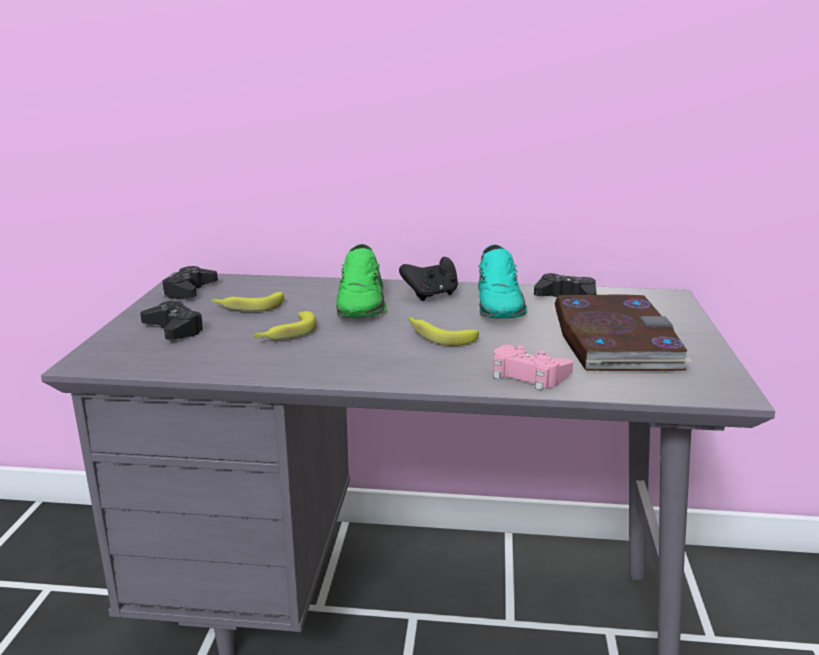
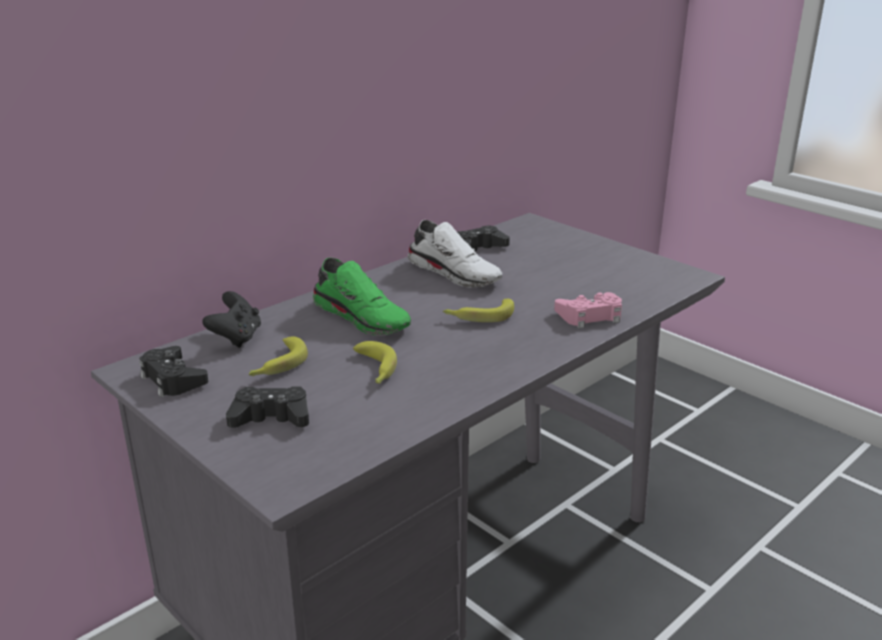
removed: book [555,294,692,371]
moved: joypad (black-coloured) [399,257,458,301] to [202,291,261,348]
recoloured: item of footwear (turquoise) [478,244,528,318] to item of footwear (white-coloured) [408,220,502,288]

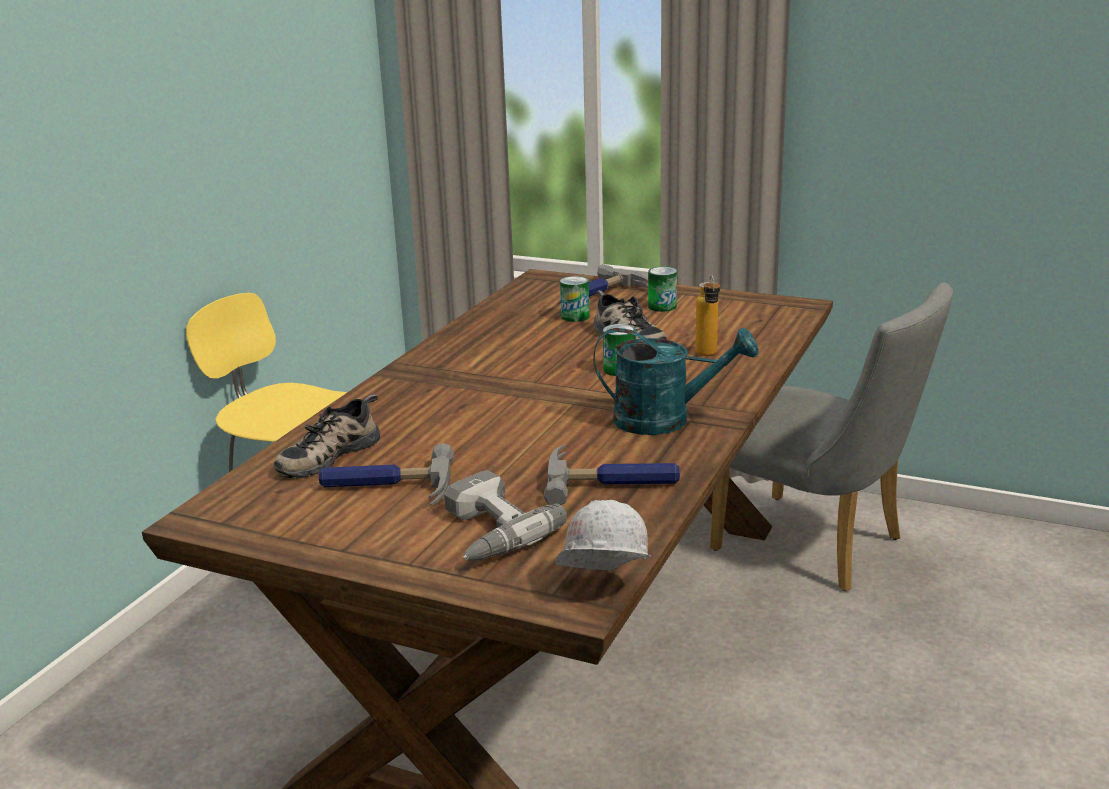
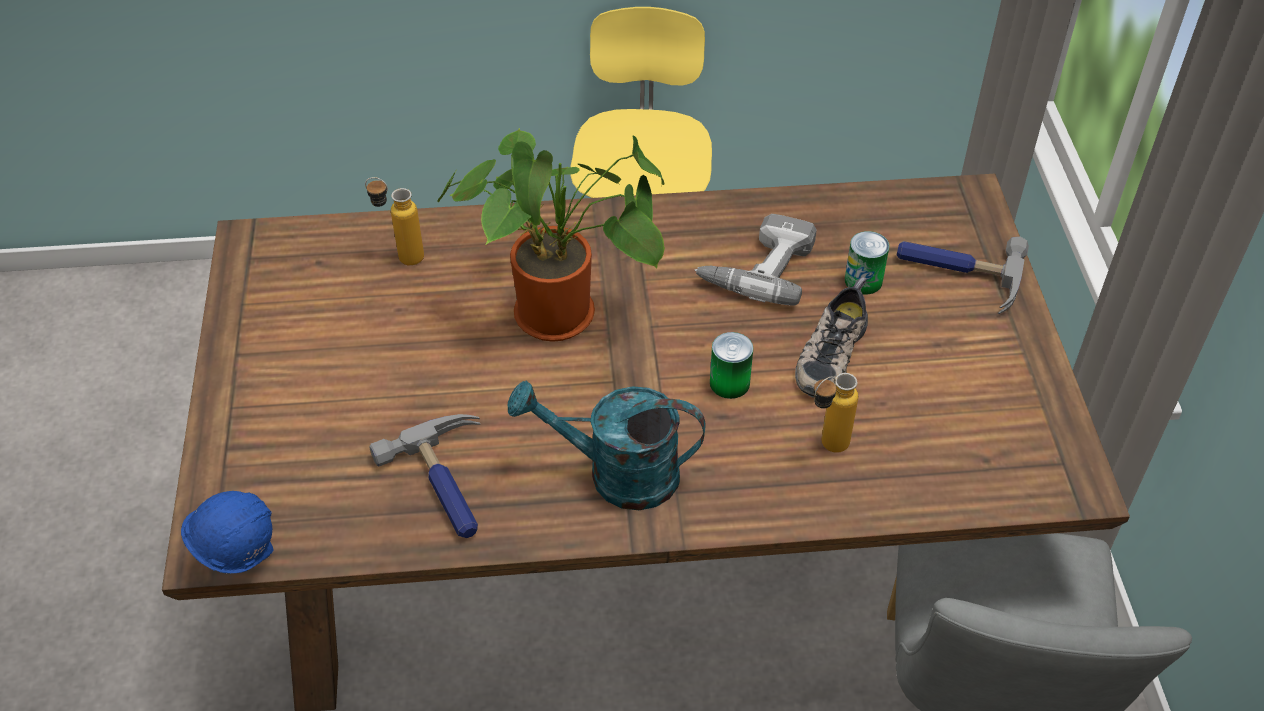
removed: sealed can [648,267,677,312]; hammer [319,443,454,505]
added: potted plant [437,128,665,342]
moved: electric drill [444,470,567,561] to [695,214,817,306]
replaced: item of footwear [274,394,380,479] to beverage bottle [365,177,424,266]
recoloured: hard hat (white-coloured) [555,500,651,571] to hard hat (blue-coloured) [181,491,274,573]
turned: sprinkling can (turquoise) [593,328,758,435] = [508,380,705,510] 120 degrees clockwise

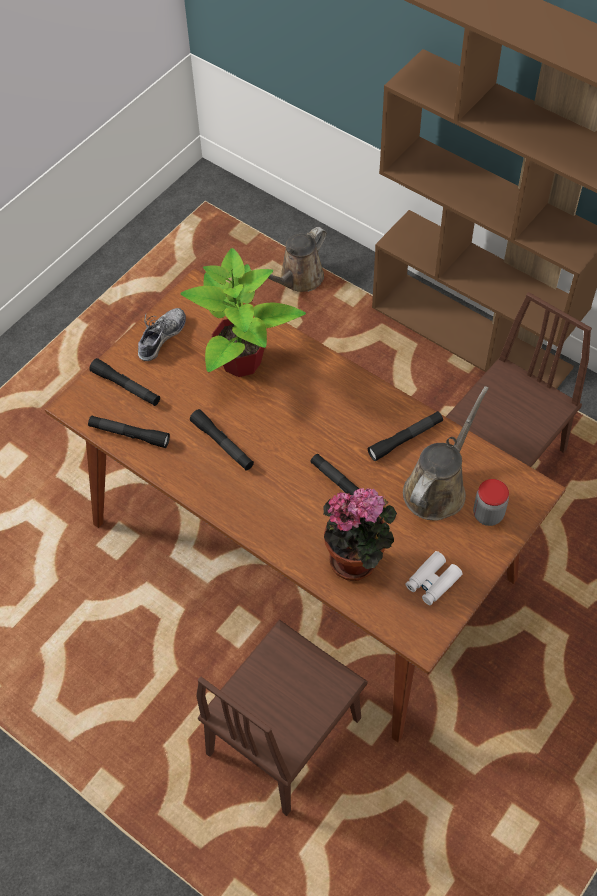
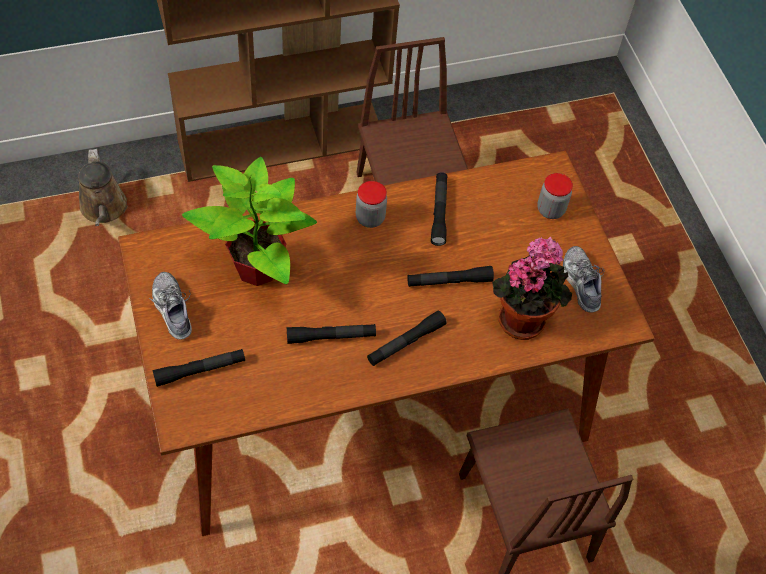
removed: sprinkling can (brown) [403,386,489,521]
added: preserve jar [356,181,387,228]
moved: flashlight (black-coloured) [88,415,170,448] to [367,311,447,366]
replaced: pair of binoculars (white-coloured) [406,551,463,605] to item of footwear [563,246,604,313]

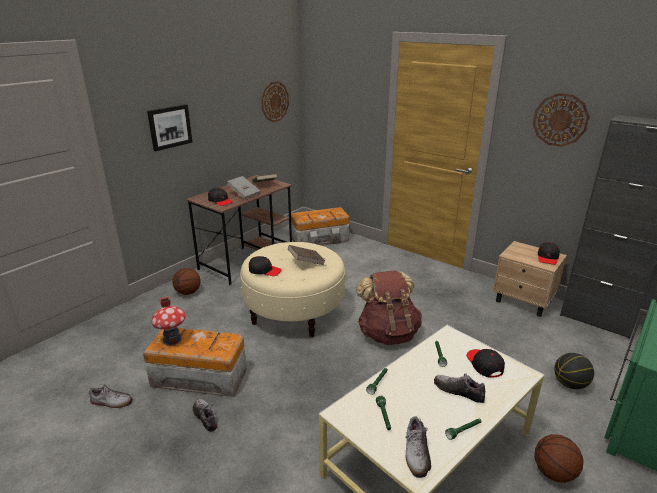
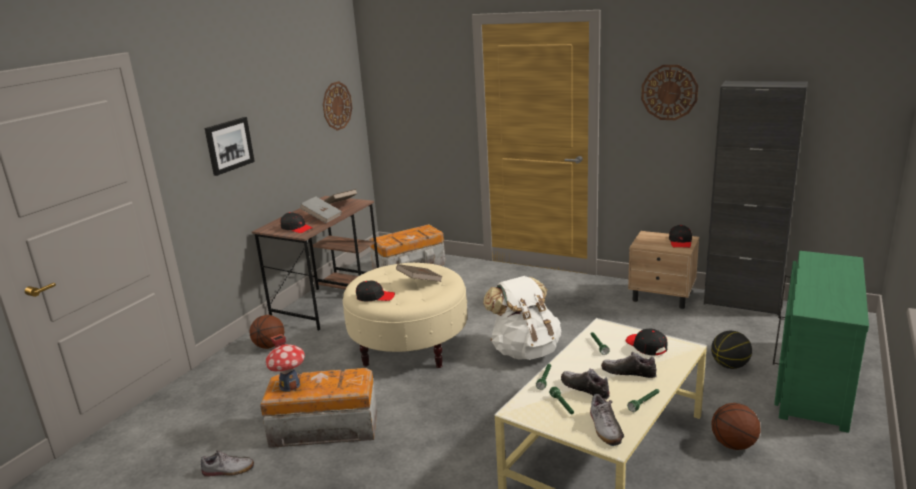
moved: item of footwear [193,399,219,432] to [561,368,610,400]
recoloured: rucksack (brown) [356,271,422,345] to rucksack (white-coloured) [483,276,561,360]

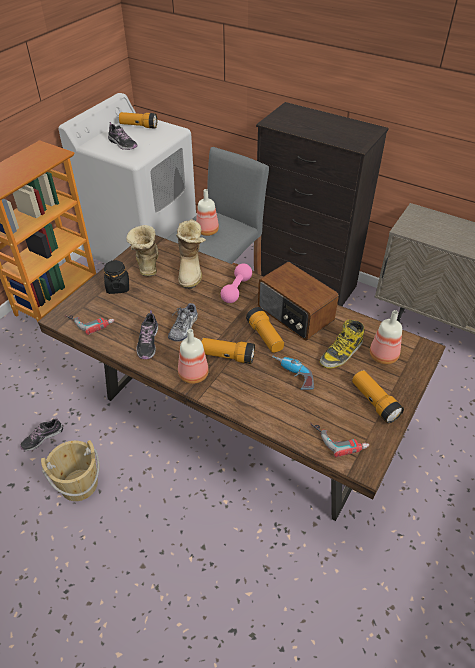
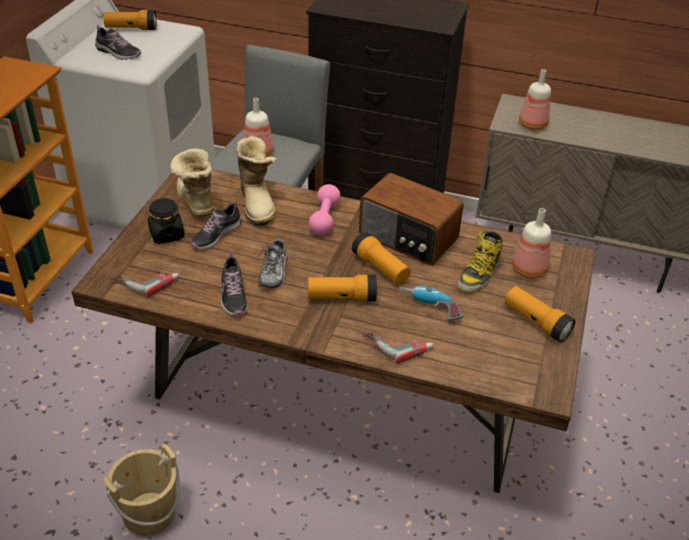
moved: beverage bottle [178,329,209,384] to [519,69,551,131]; item of footwear [20,417,63,451] to [191,201,242,249]; electric drill [311,423,369,457] to [361,332,434,364]

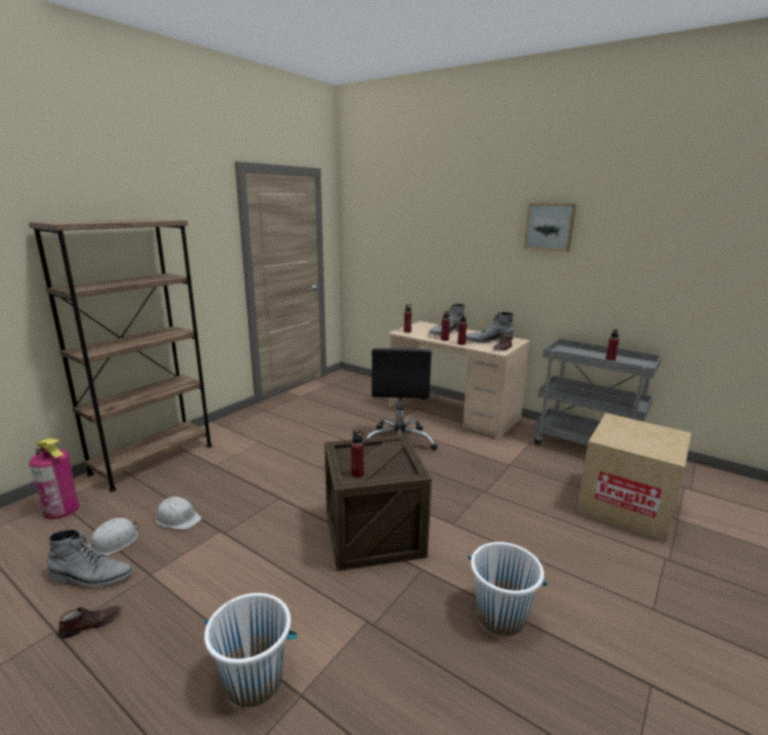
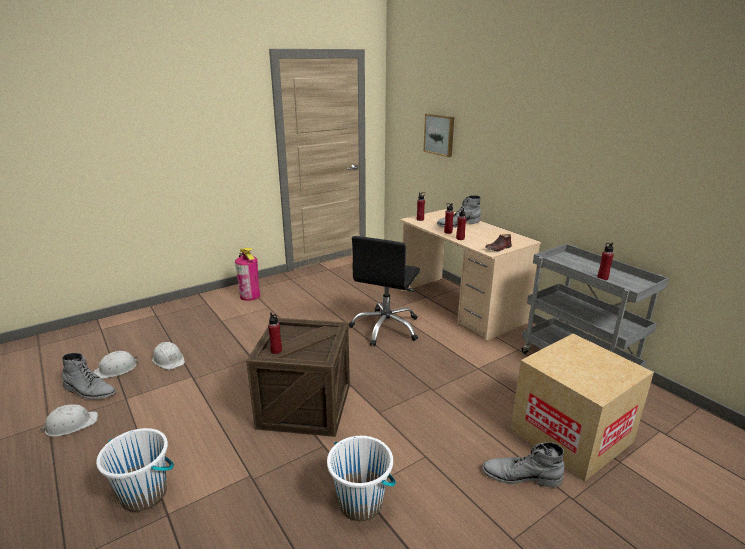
removed: bookcase (brown) [29,219,212,492]
moved: picture [524,203,576,252] to [423,114,454,157]; high-top boot (gray) [466,312,514,343] to [482,442,564,487]; fire extinguisher [29,439,79,519] to [235,248,260,301]
replaced: item of footwear (brown) [59,605,121,638] to hard hat (white-coloured) [40,404,98,437]

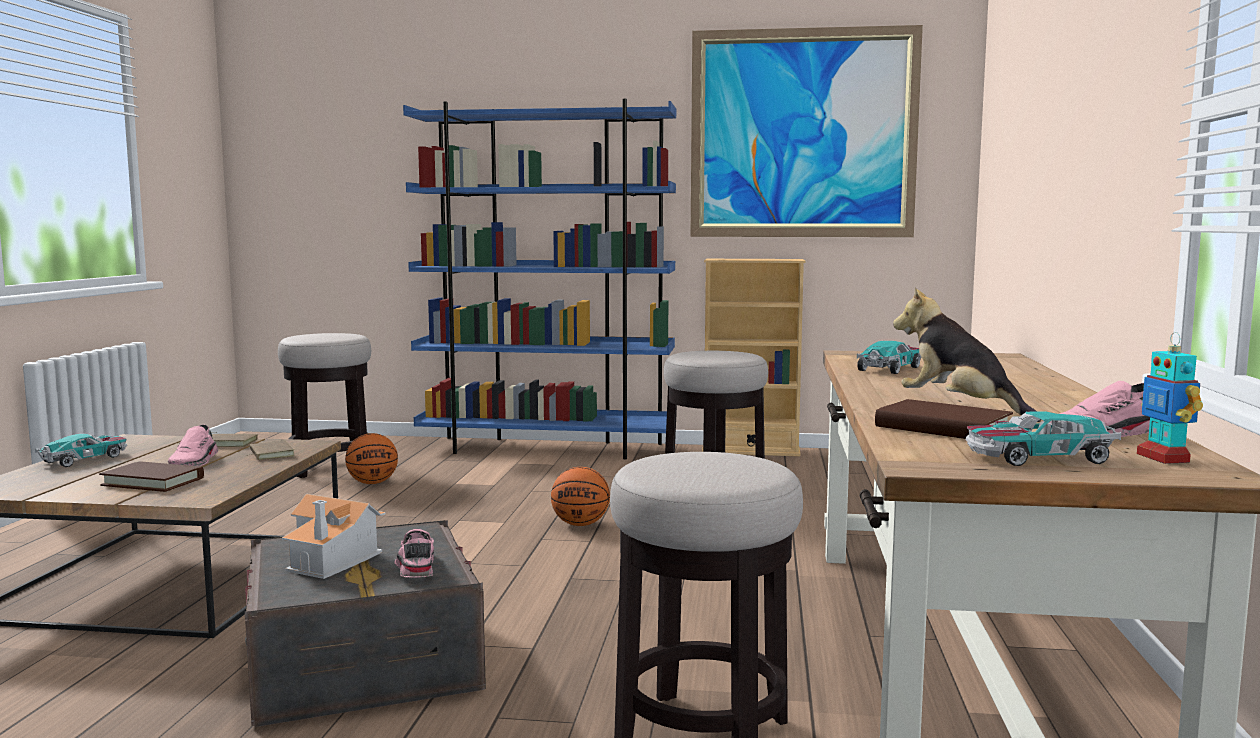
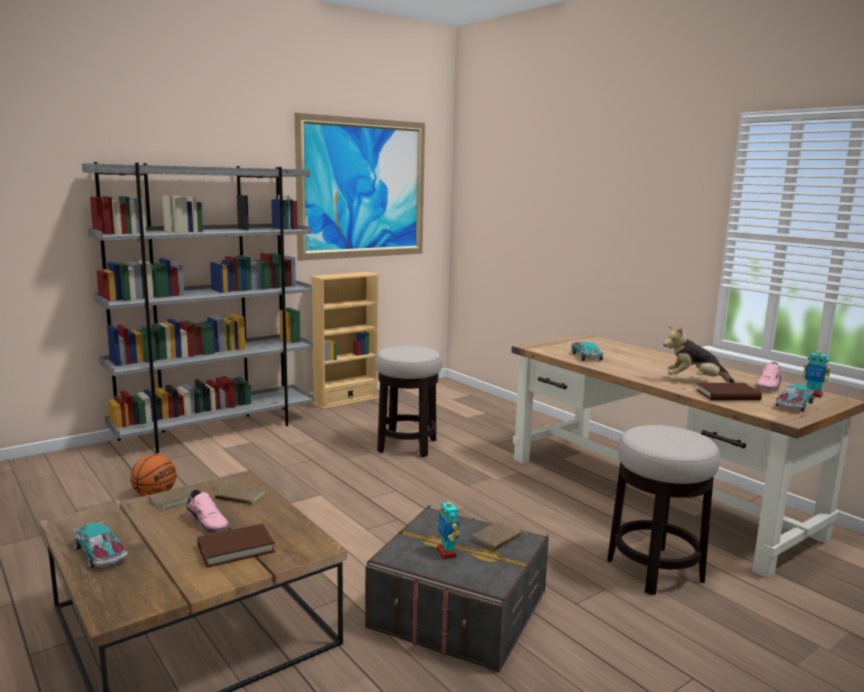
removed: stool [278,333,371,478]; basketball [551,467,610,526]
replaced: toy house [282,494,386,579] to robot figure [437,496,460,559]; item of footwear (pinkish) [394,529,434,578] to book (brown) [472,521,529,551]
recoloured: bookcase (blue-coloured) [403,99,676,459] to bookcase (gray) [82,162,314,453]
turned: model car [35,434,127,467] = [73,521,128,568] 150 degrees clockwise

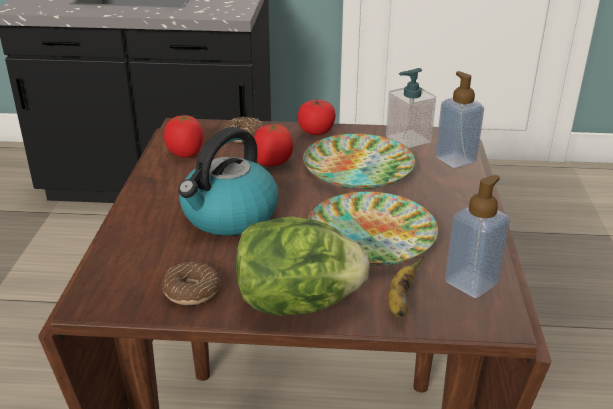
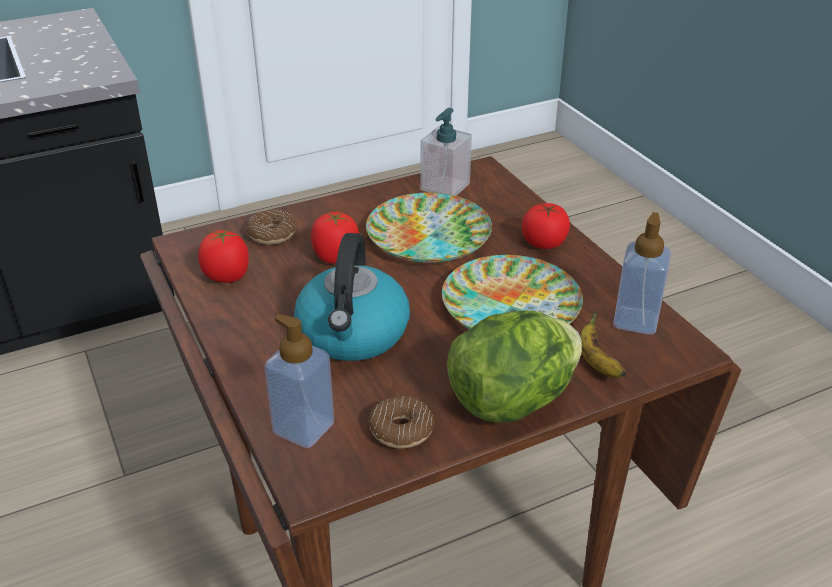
moved: soap dispenser [436,71,484,168] to [264,314,334,448]; tomato [298,100,336,135] to [522,203,570,249]

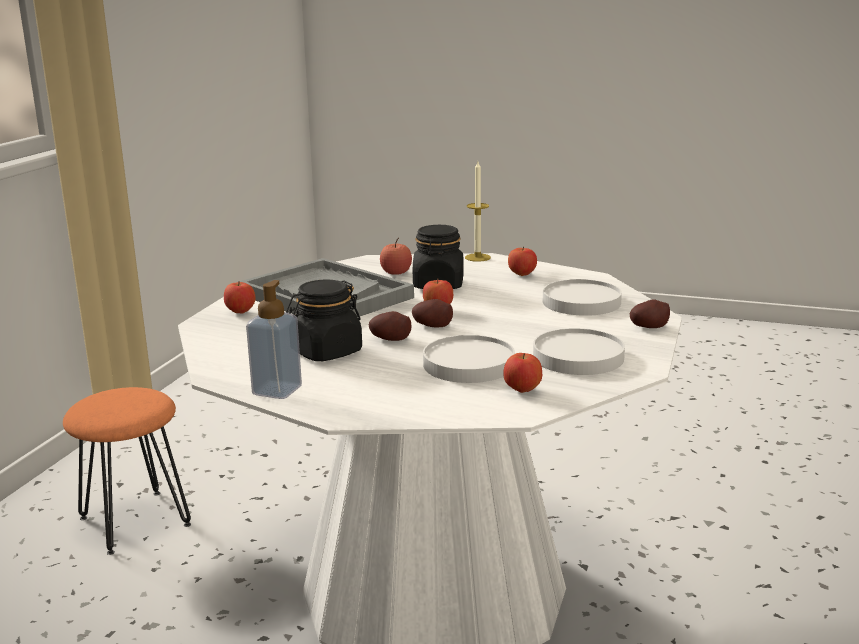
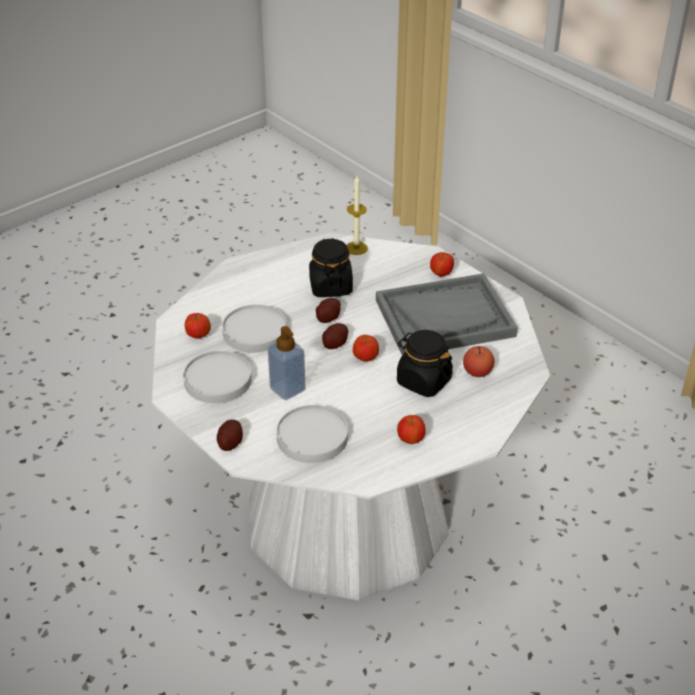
removed: stool (orangey) [63,387,191,555]
moved: wax light [465,161,491,262] to [347,176,368,255]; soap dispenser [246,280,302,399] to [268,326,306,400]

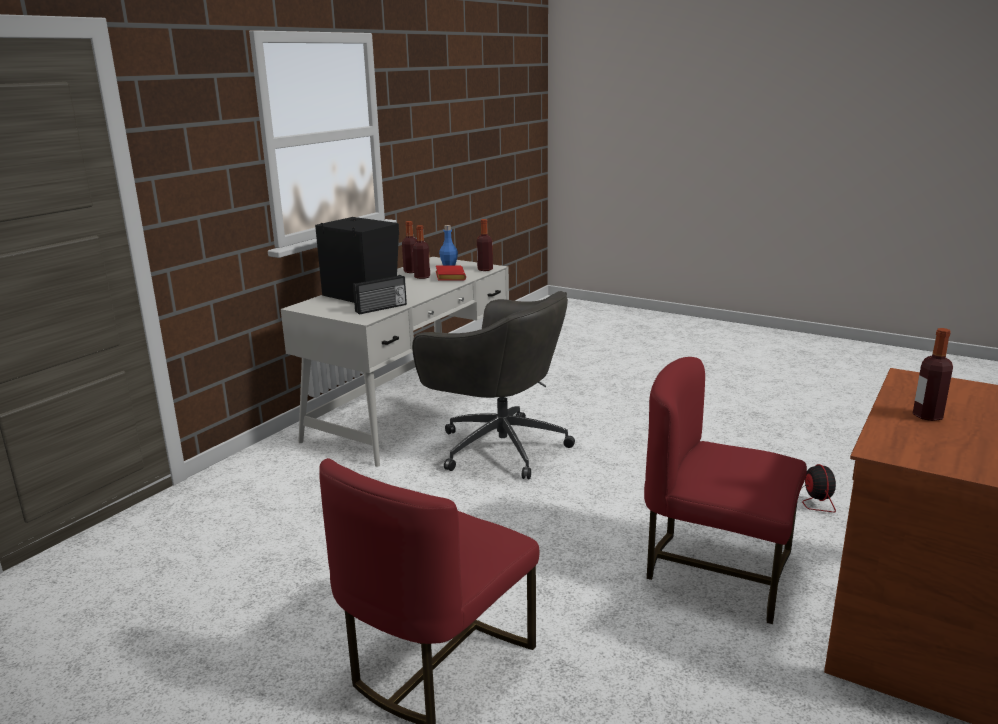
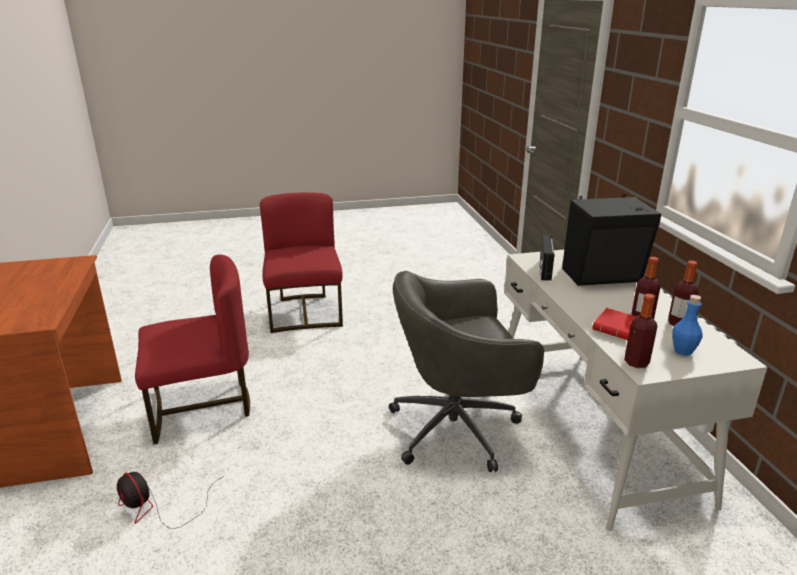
removed: beverage bottle [913,328,953,421]

